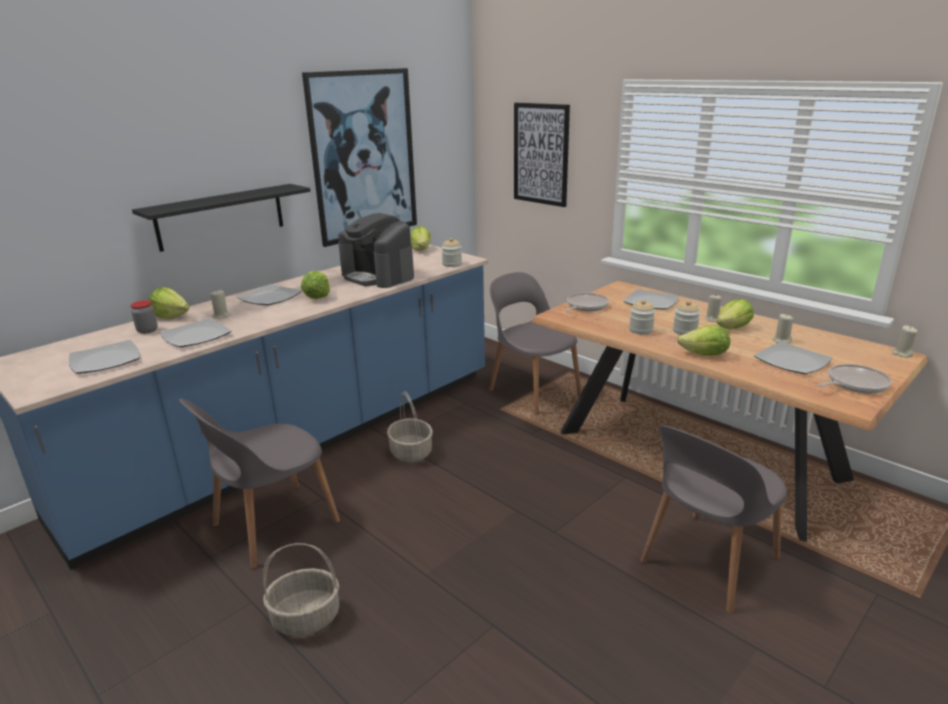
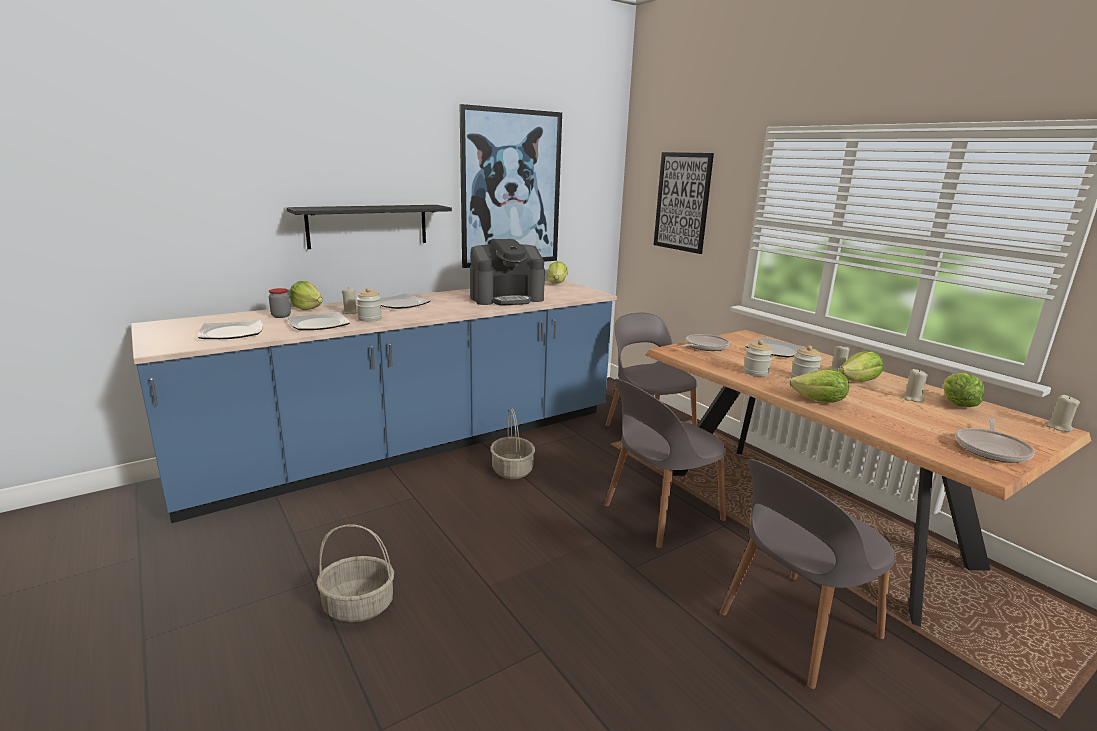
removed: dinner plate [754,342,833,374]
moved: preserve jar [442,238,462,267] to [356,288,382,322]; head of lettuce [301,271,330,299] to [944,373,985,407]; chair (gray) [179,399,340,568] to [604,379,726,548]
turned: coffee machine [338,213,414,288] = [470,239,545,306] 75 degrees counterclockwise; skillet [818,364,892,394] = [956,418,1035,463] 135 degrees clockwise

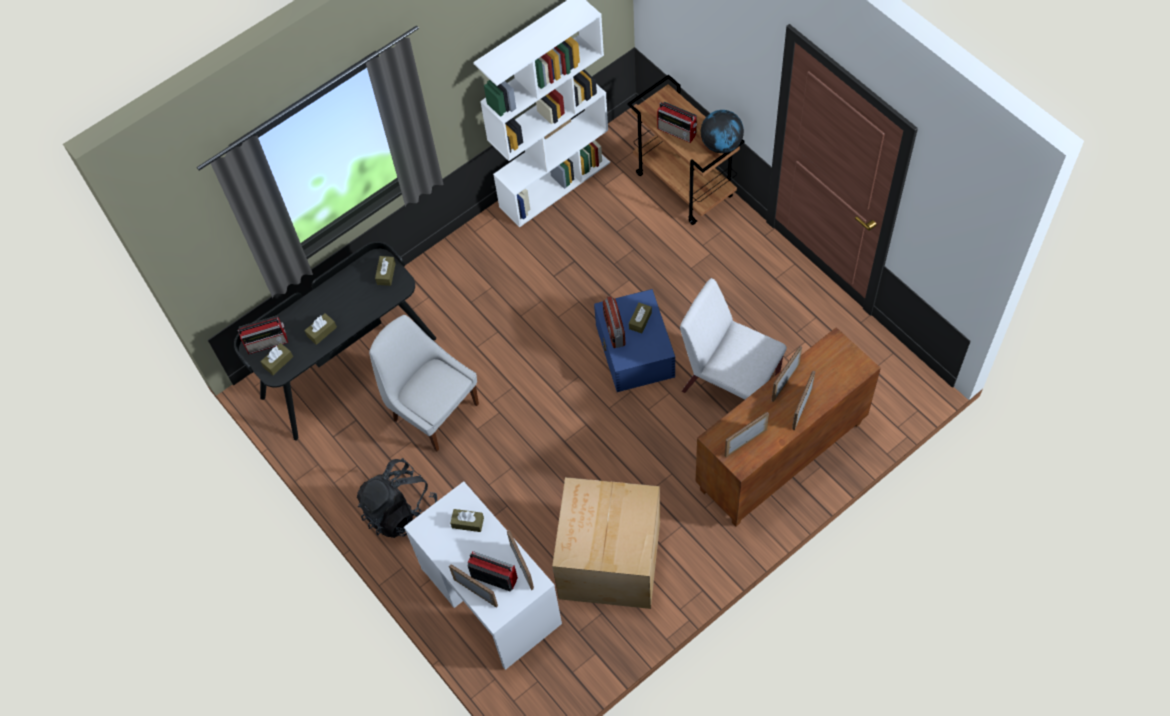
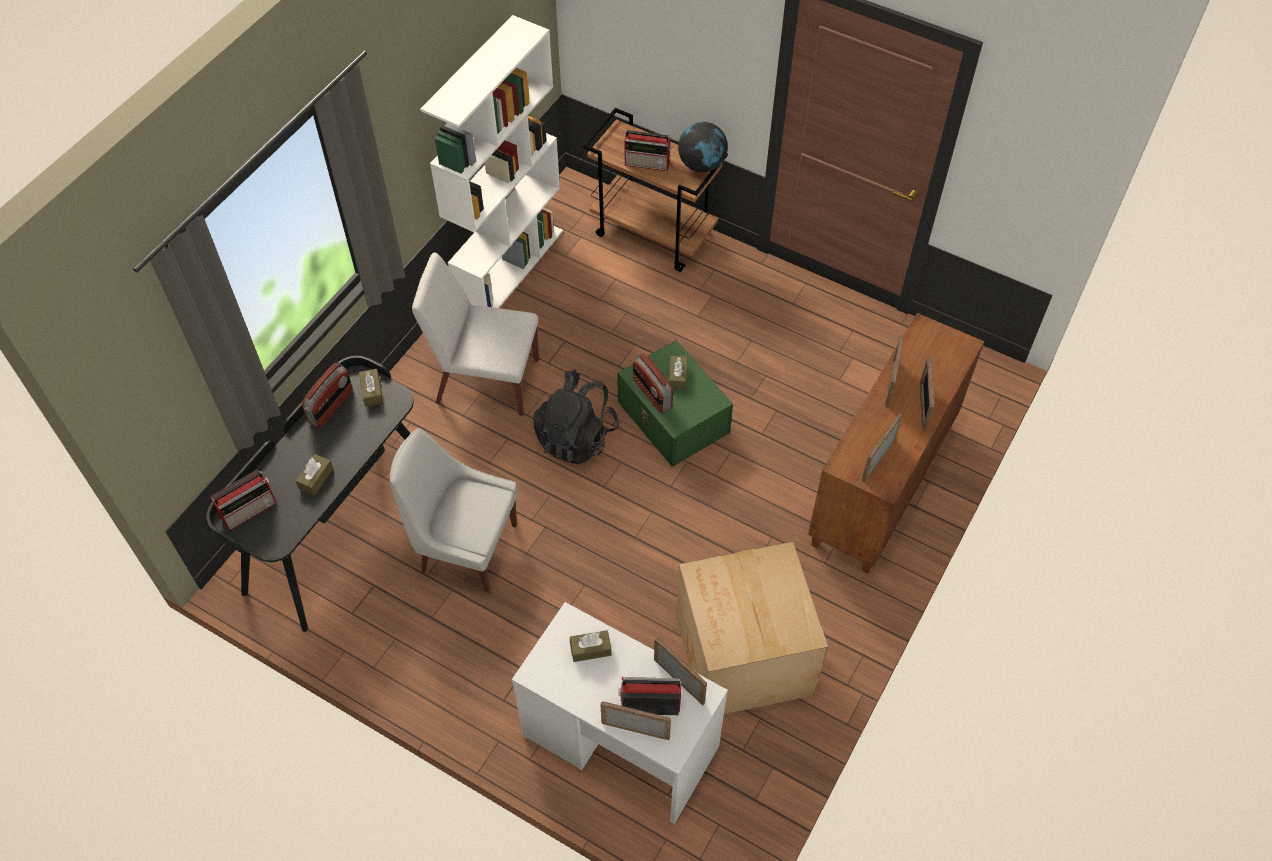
removed: tissue box (brown) [260,343,293,375]
added: radio receiver [302,363,353,428]
moved: chair (white-coloured) [680,278,787,400] to [412,253,539,416]; rucksack (black-coloured) [357,458,437,538] to [533,370,619,464]
recoloured: storage bin (blue-coloured) [594,289,675,392] to storage bin (green-coloured) [617,340,733,467]

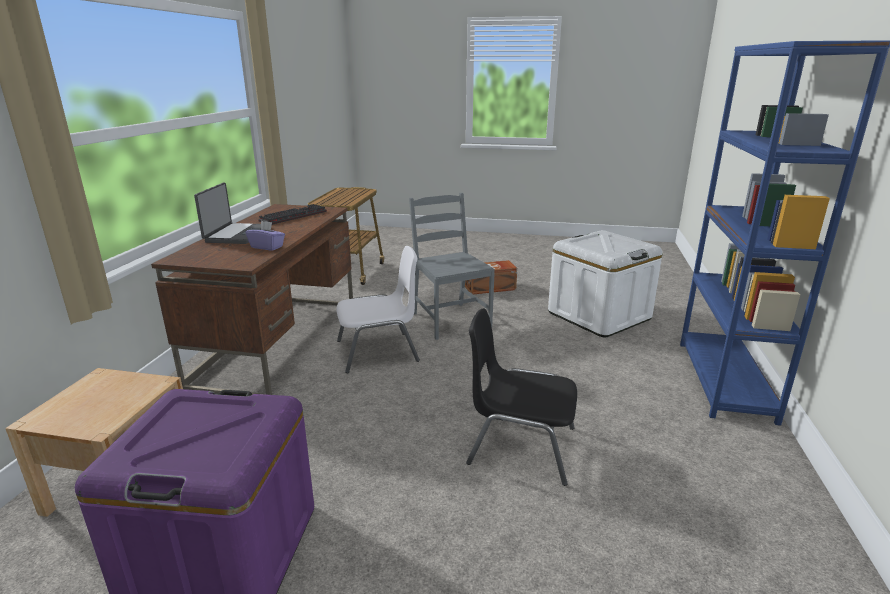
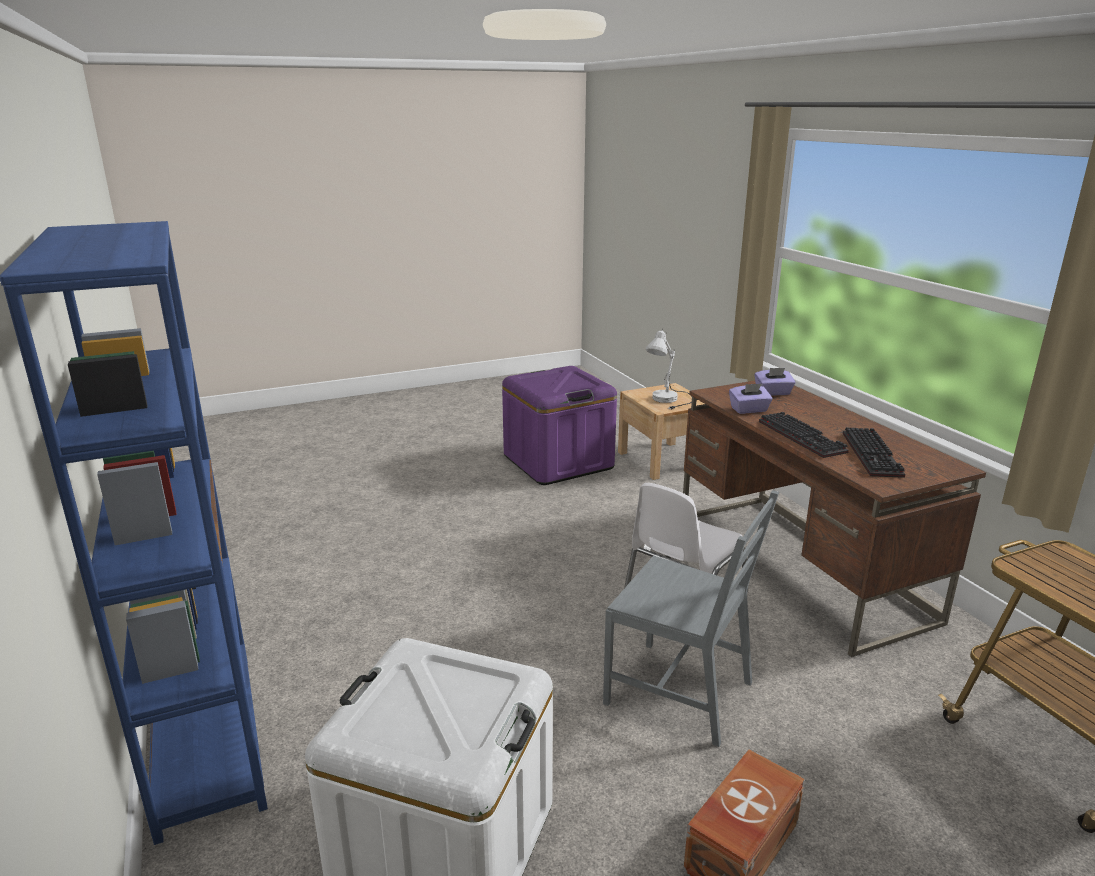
removed: portable computer [194,182,261,244]; chair (black-coloured) [466,308,577,486]
added: tabletop lamp (white-coloured) [646,329,692,410]; tissue box (purple-coloured) [755,368,796,396]; PC keyboard [759,412,849,458]

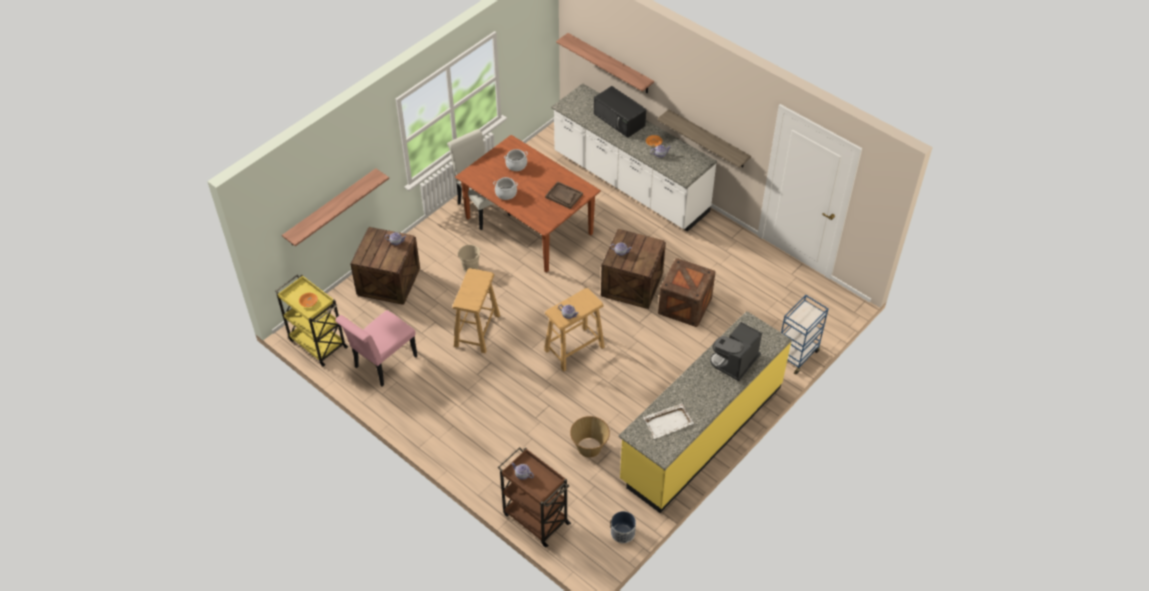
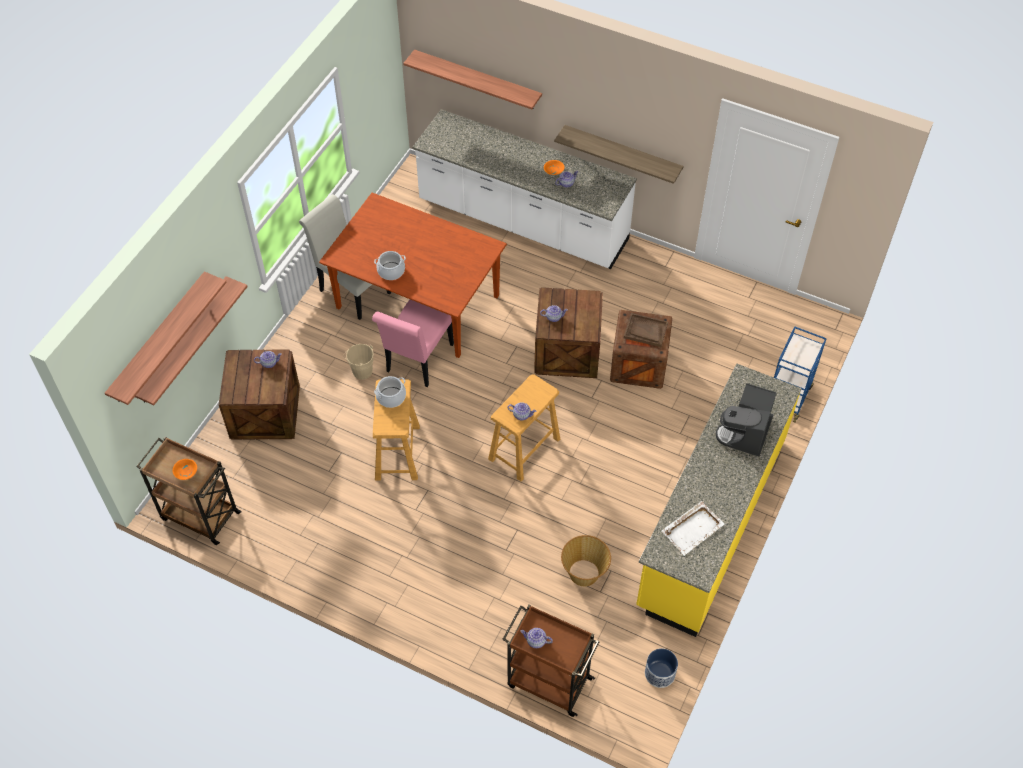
removed: microwave (black-coloured) [594,86,646,138]
added: bracket shelf [105,272,227,405]
moved: stockpot [504,149,528,171] to [374,376,406,408]; tray (brown) [545,182,583,209] to [624,313,668,347]; chair (pinkish) [335,310,417,387] to [372,300,454,387]
recoloured: cart (yellowish) [276,275,348,367] to cart (brown) [136,437,242,545]

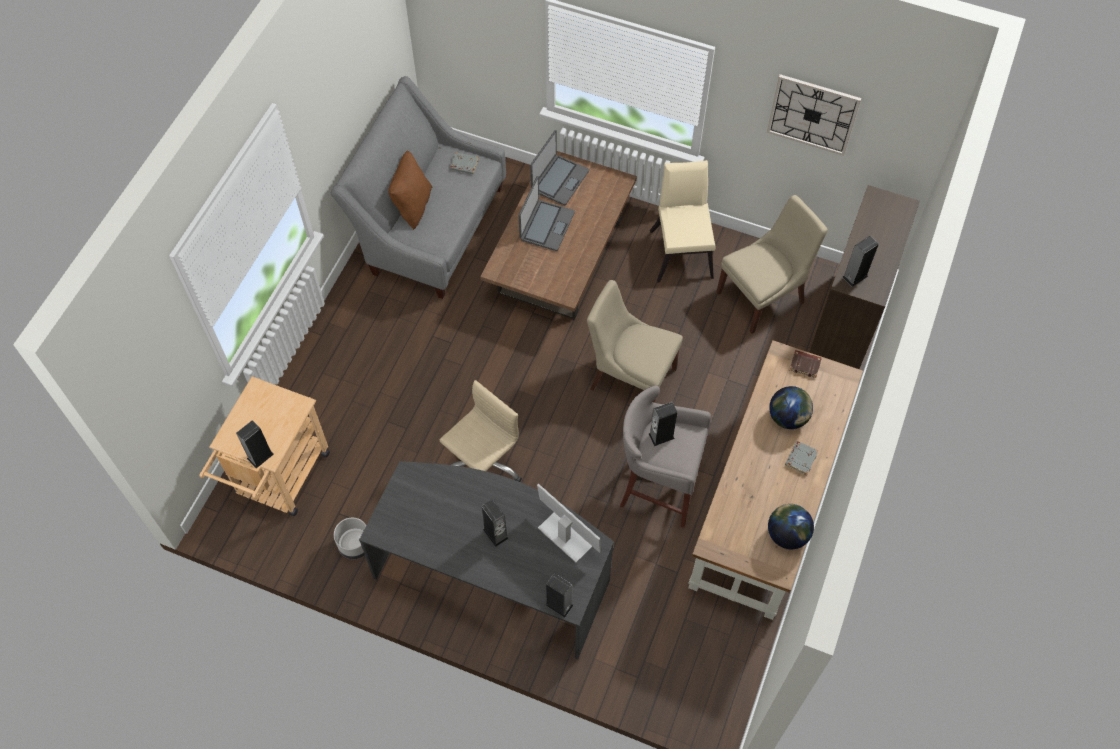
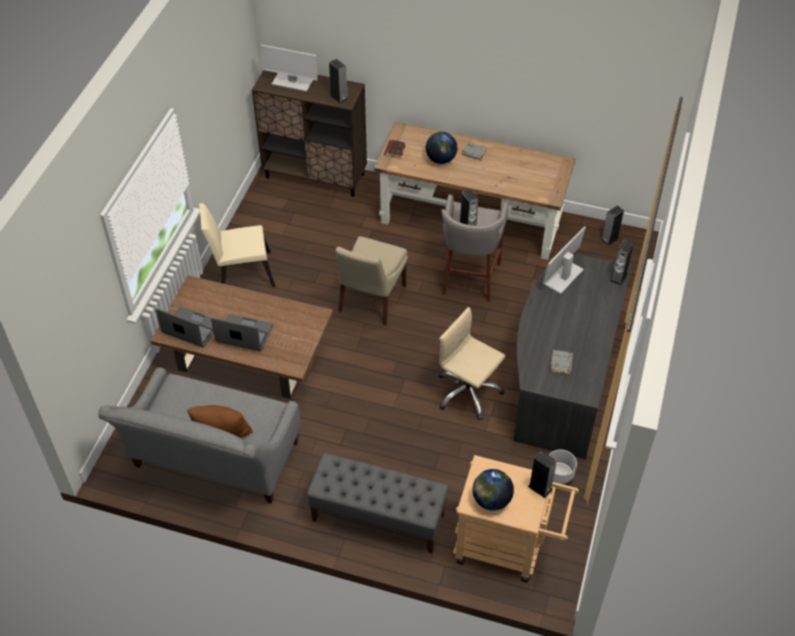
removed: hanging clock [767,74,861,156]; chair (beige) [717,195,828,334]
added: monitor [261,45,318,92]; indoor bench (gray) [307,453,449,554]
moved: book (gray) [450,152,479,174] to [550,350,573,374]; speaker [482,499,509,547] to [601,205,624,246]; world globe [768,504,814,549] to [473,469,514,511]

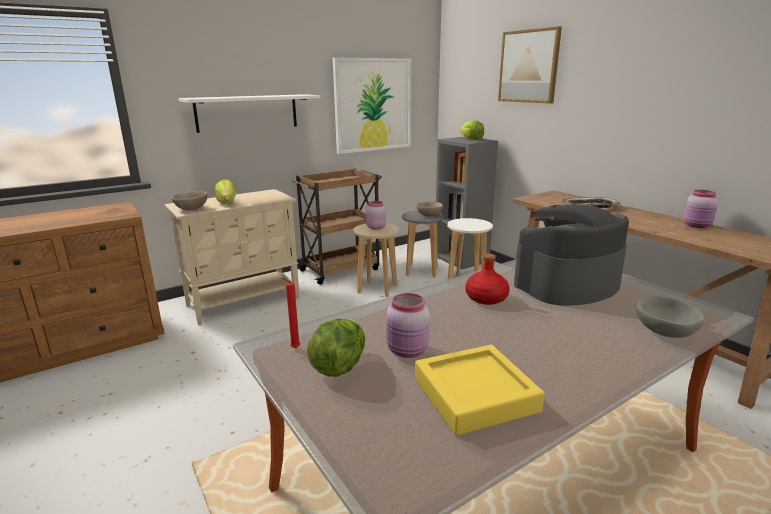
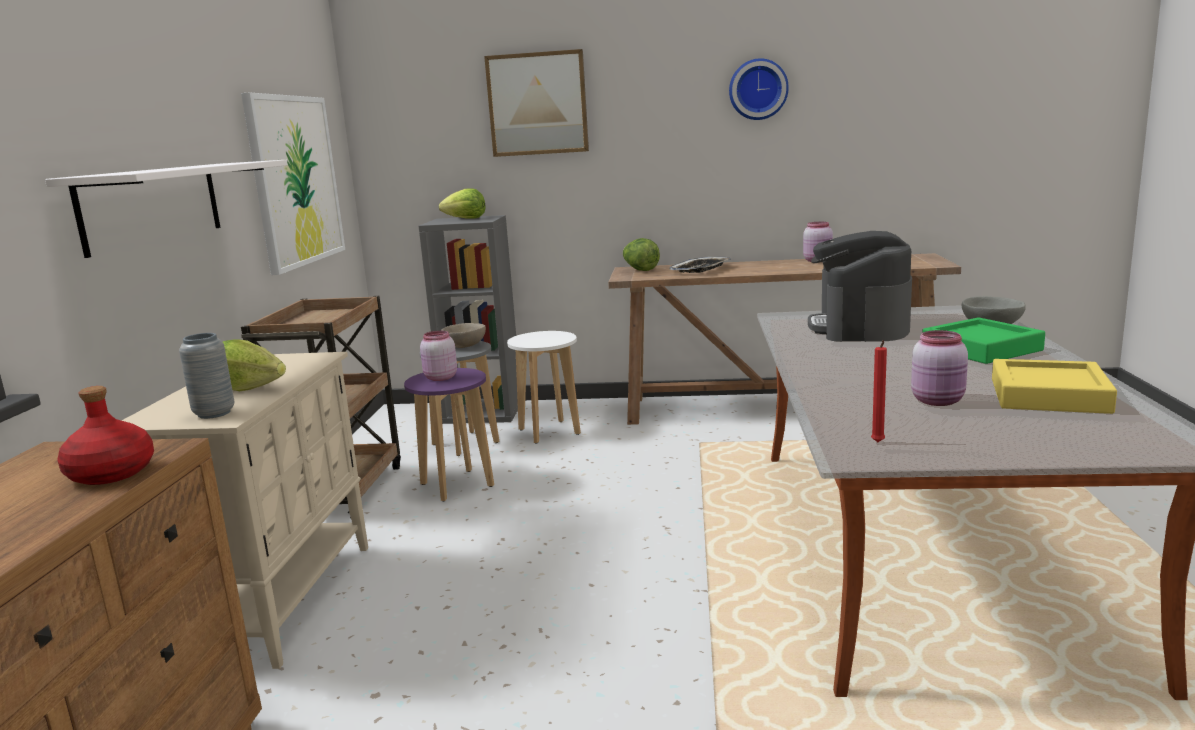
added: hanging clock [729,58,789,120]; tray (green-coloured) [922,317,1045,364]
moved: beverage bottle (red) [465,253,510,305] to [58,386,154,485]; head of lettuce [307,319,365,377] to [623,238,660,271]
replaced: deep dish (beige) [172,191,208,211] to vase (gray) [179,333,234,419]
recoloured: stool (beige) [353,223,399,297] to stool (purple-coloured) [404,368,494,501]

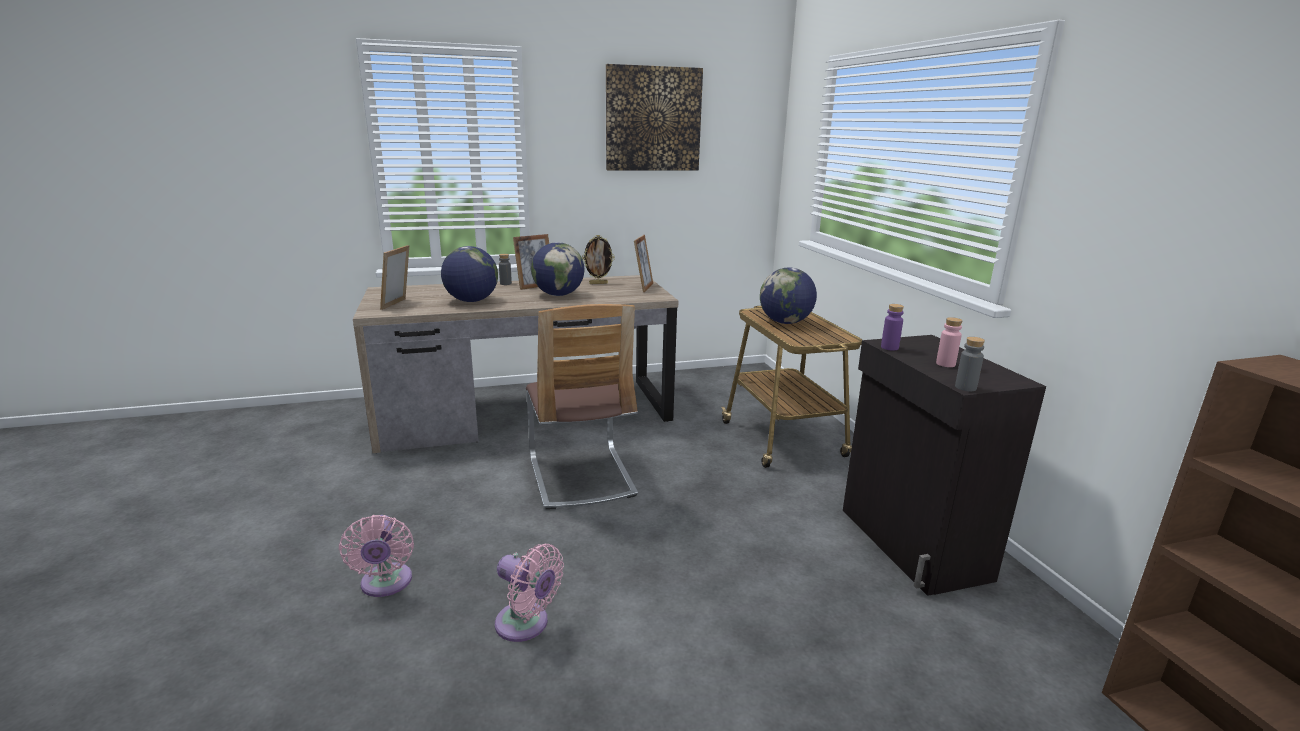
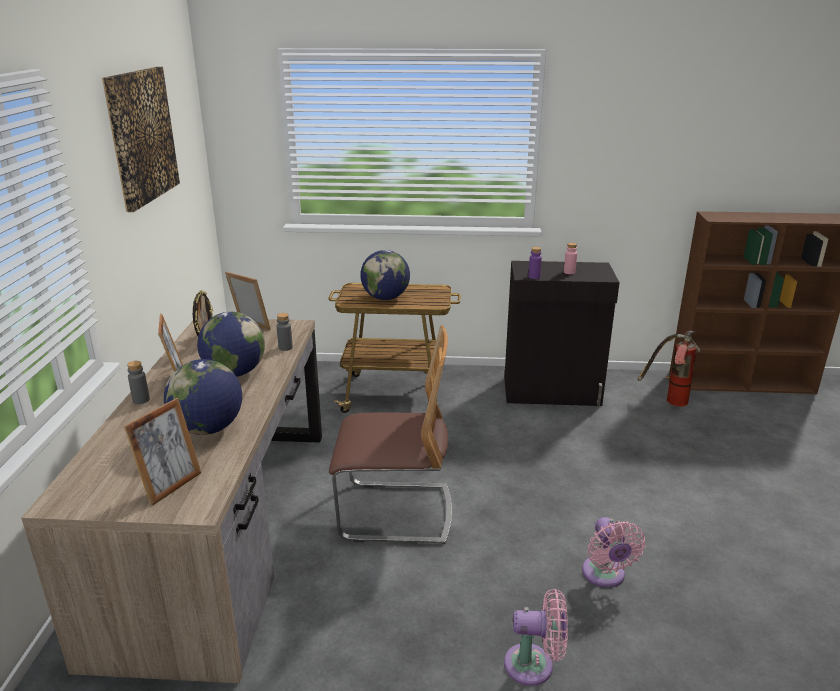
added: fire extinguisher [637,330,700,407]
moved: beverage bottle (gray) [955,337,985,391] to [277,313,293,351]
turned: photo frame [380,245,409,310] = [124,398,201,506] 90 degrees counterclockwise; fan (pinkish) [495,544,564,642] = [582,517,645,588] 120 degrees clockwise

